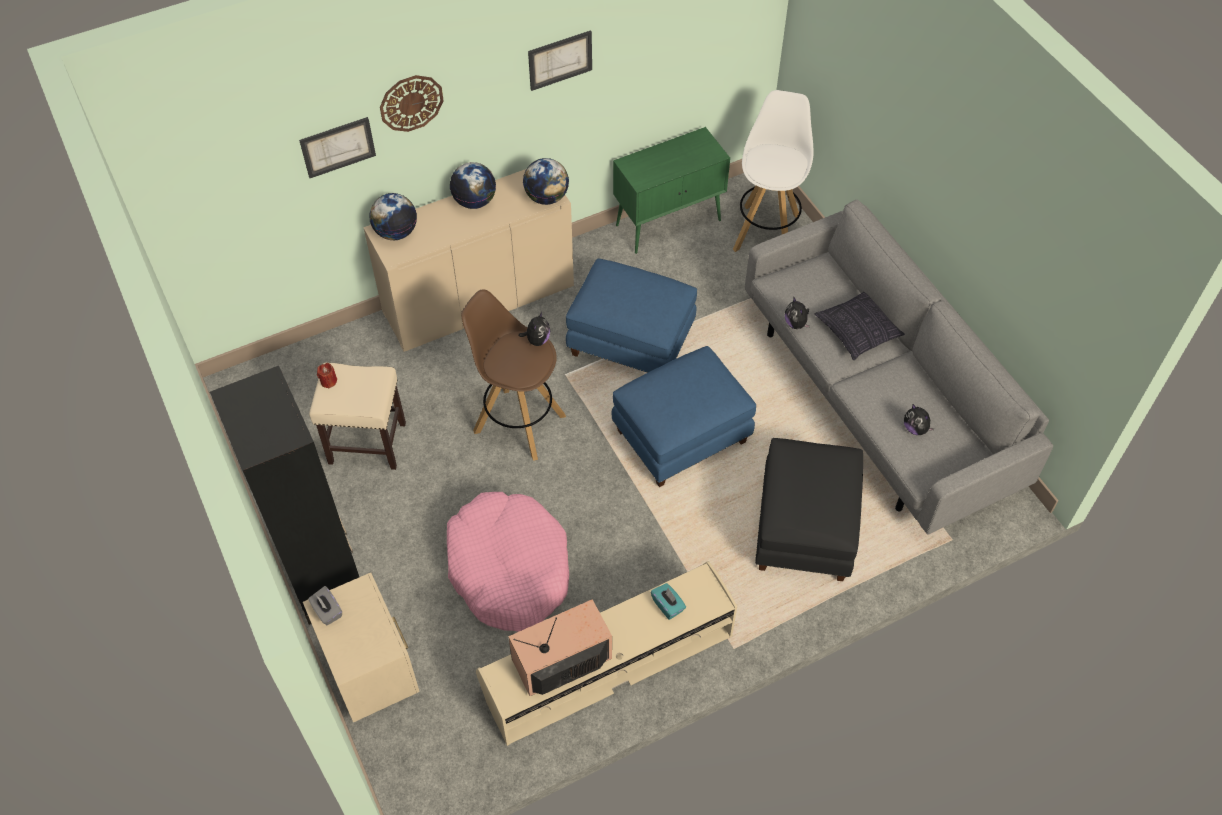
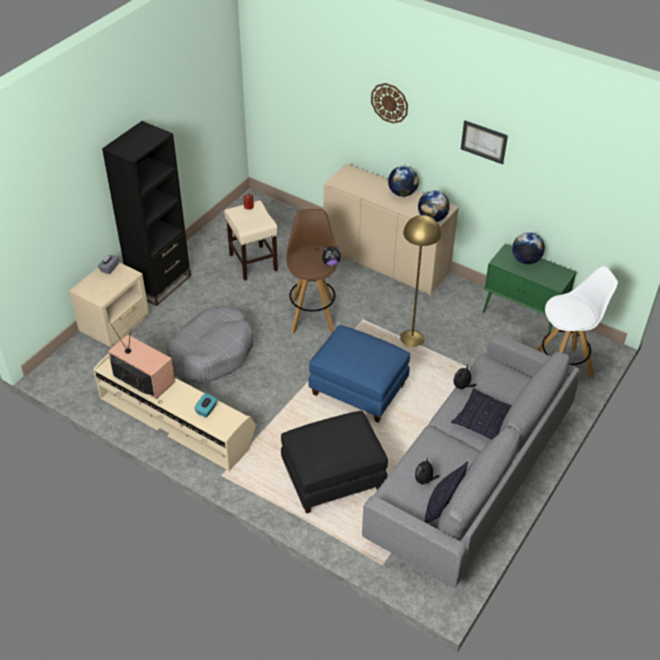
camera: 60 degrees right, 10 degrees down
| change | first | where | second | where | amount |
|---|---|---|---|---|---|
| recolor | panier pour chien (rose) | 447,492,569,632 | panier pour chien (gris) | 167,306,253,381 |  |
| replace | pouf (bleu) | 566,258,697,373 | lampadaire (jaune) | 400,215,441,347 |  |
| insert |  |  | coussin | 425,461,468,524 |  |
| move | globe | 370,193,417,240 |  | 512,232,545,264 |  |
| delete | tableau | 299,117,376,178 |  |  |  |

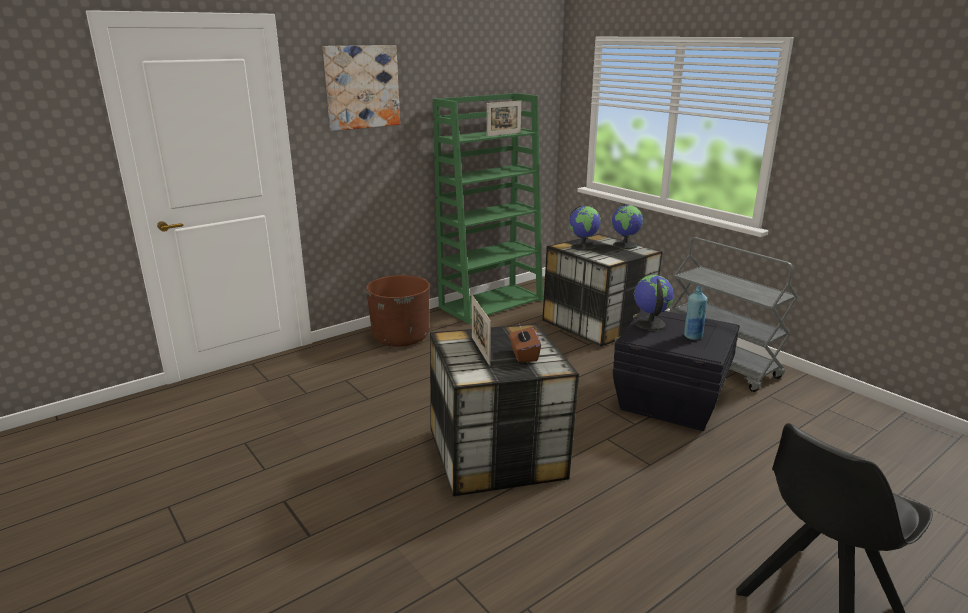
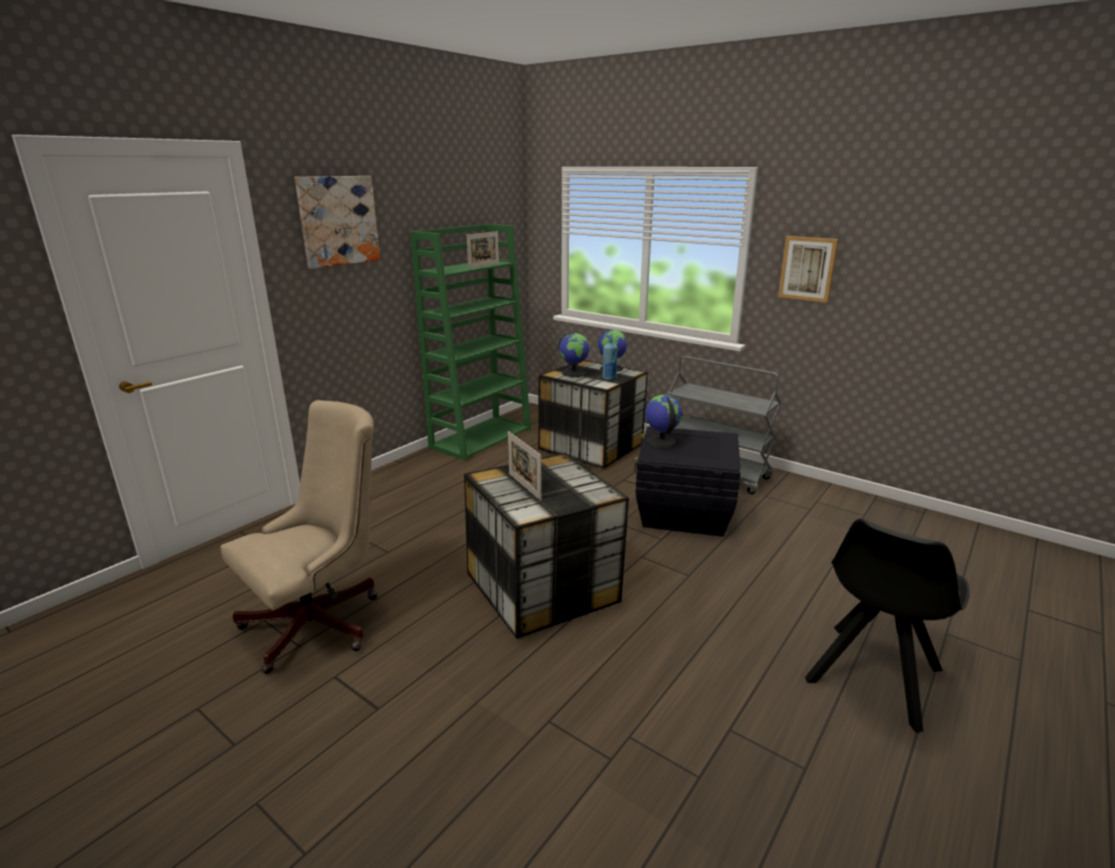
camera: 15 degrees left, 0 degrees up
| change | first | where | second | where | amount |
|---|---|---|---|---|---|
| insert |  |  | chaise de bureau (beige) | 220,400,377,674 |  |
| move | bouteille (bleu) | 684,286,707,340 |  | 603,338,617,381 |  |
| insert |  |  | tableau | 778,236,839,303 |  |
| delete | cache-pot (marron) | 366,275,430,347 |  |  |  |
| delete | boîte à mouchoirs (marron) | 509,326,541,362 |  |  |  |

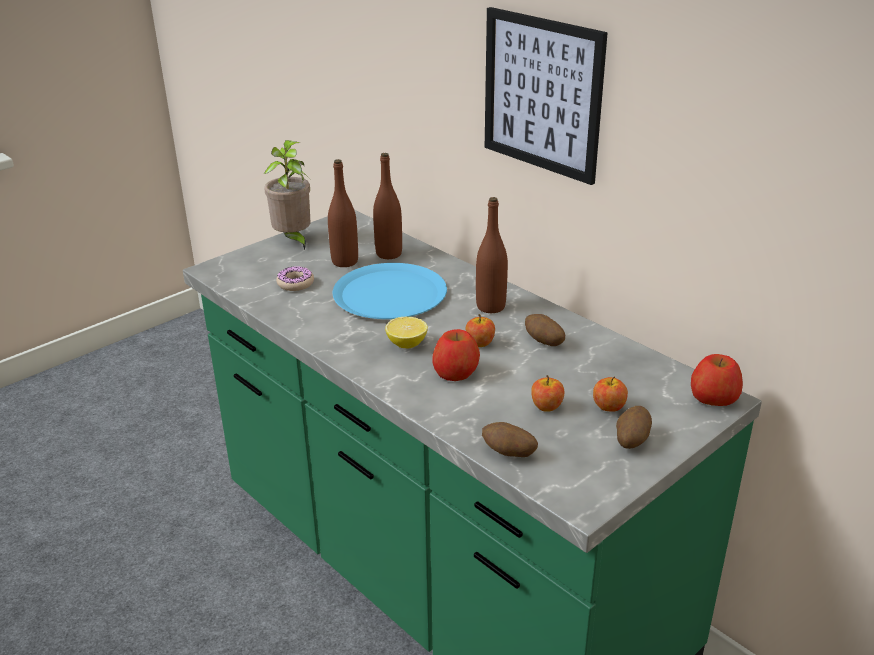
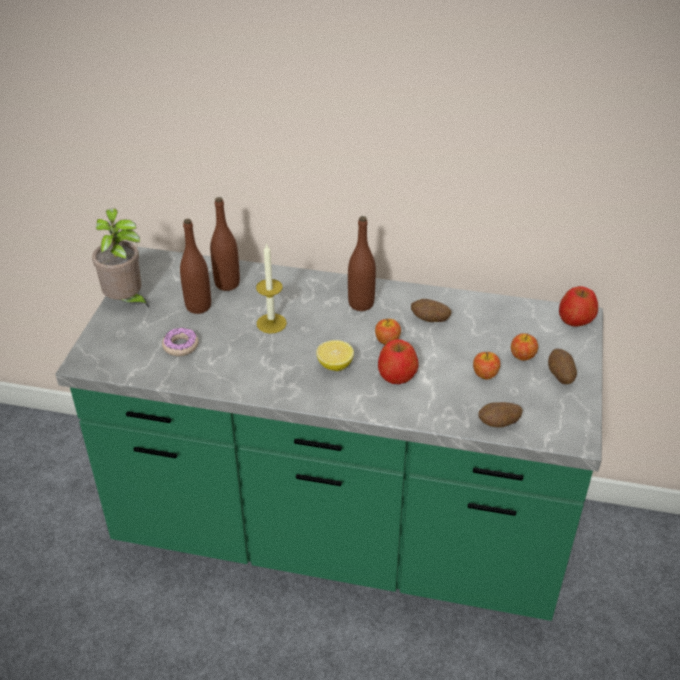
camera: 35 degrees left, 10 degrees up
| change | first | where | second | where | amount |
|---|---|---|---|---|---|
| replace | assiette (bleu) | 333,263,447,319 | bougie | 256,243,287,334 |  |
| delete | tableau | 485,7,608,185 |  |  |  |

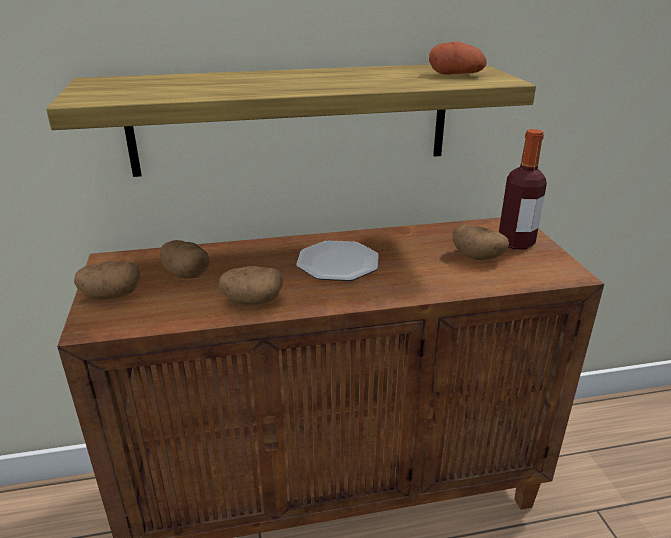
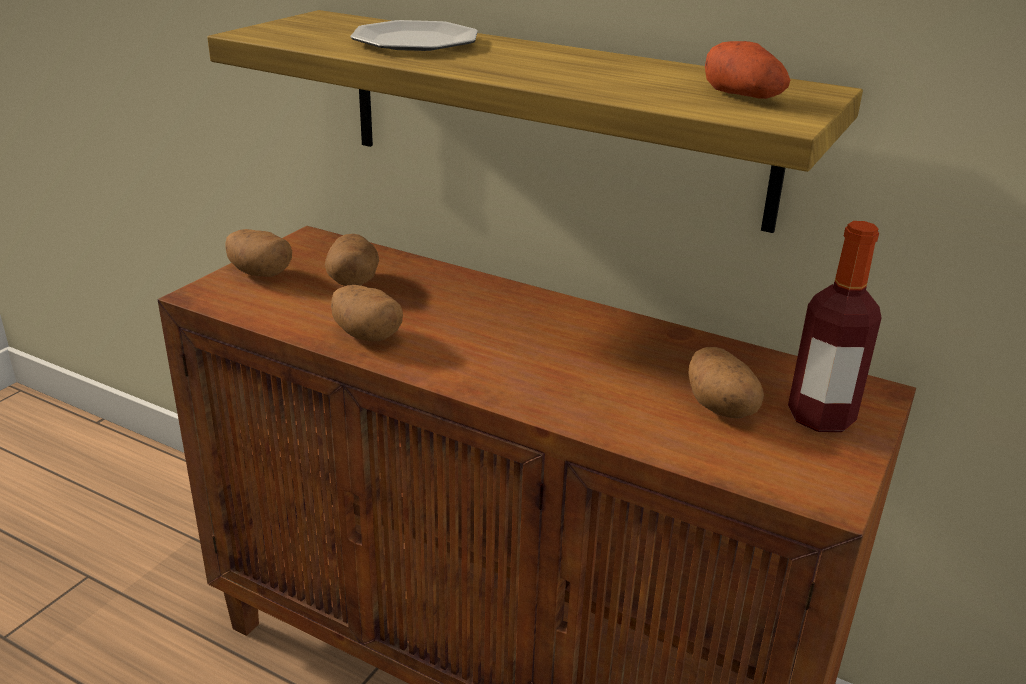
camera: 40 degrees right, 0 degrees up
| change | first | where | second | where | amount |
|---|---|---|---|---|---|
| move | assiette | 296,241,379,281 |  | 350,20,478,51 |  |

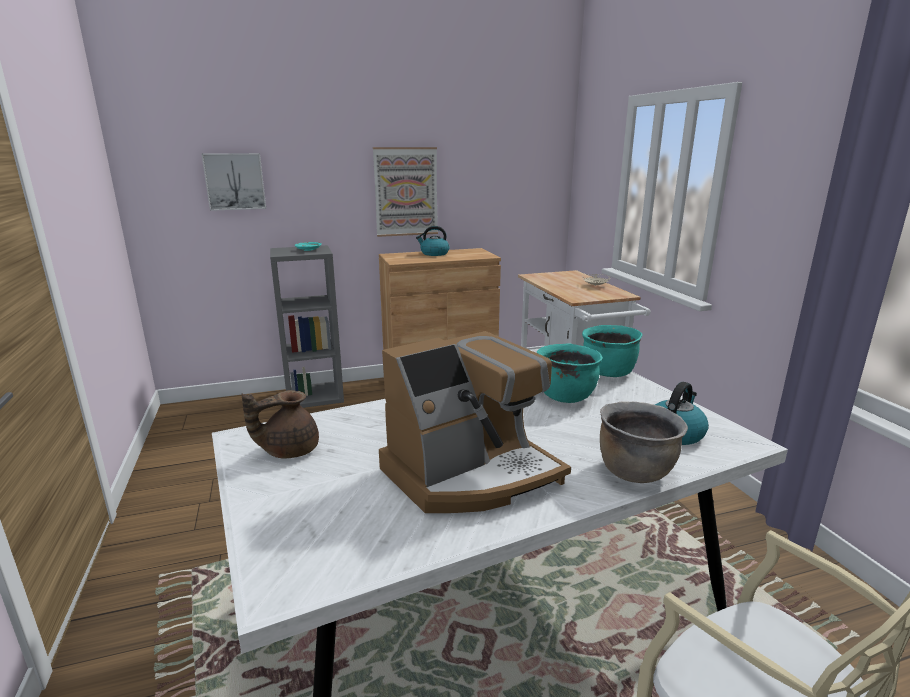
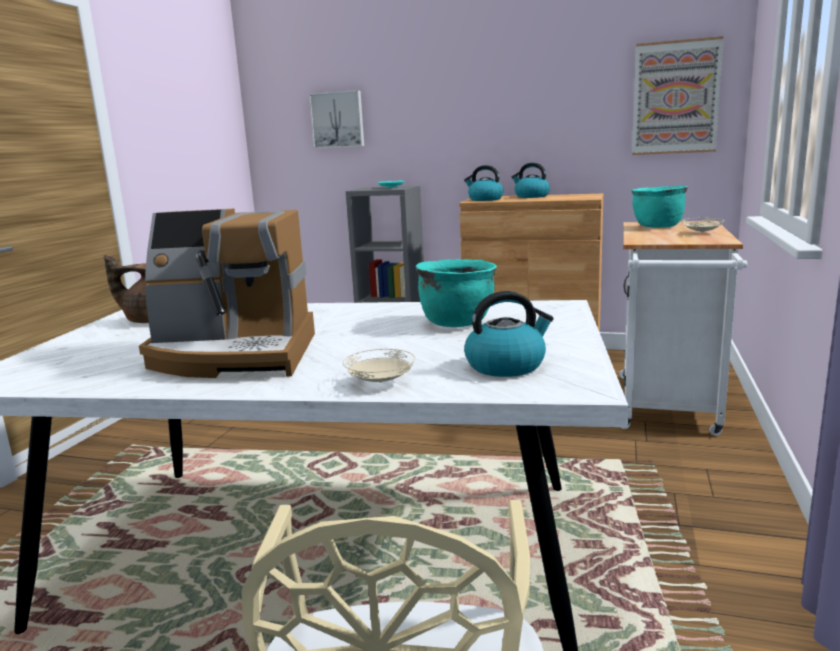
camera: 35 degrees right, 5 degrees down
| change | first | where | second | where | amount |
|---|---|---|---|---|---|
| replace | marmite (marron) | 600,401,688,483 | assiette (beige) | 343,349,415,383 |  |
| insert |  |  | bouilloire | 464,165,503,201 |  |
| move | marmite (turquoise) | 582,325,643,377 |  | 631,186,688,228 |  |
| move | tableau | 373,147,438,237 |  | 632,36,724,155 |  |

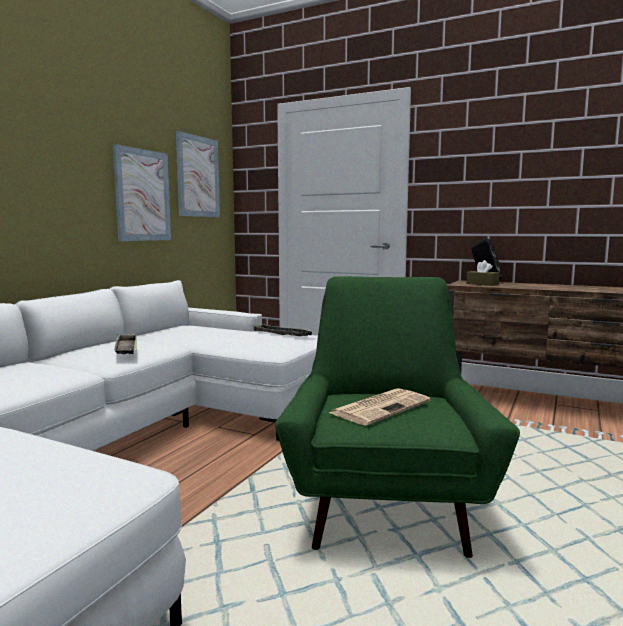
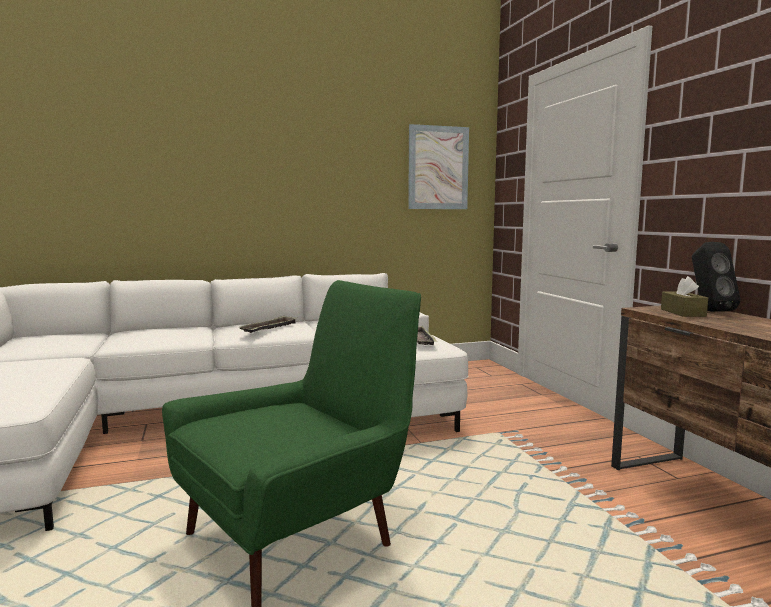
camera: 45 degrees right, 0 degrees up
| change | first | where | second | where | amount |
|---|---|---|---|---|---|
| delete | tableau | 113,144,171,241 |  |  |  |
| delete | journal | 329,388,431,426 |  |  |  |

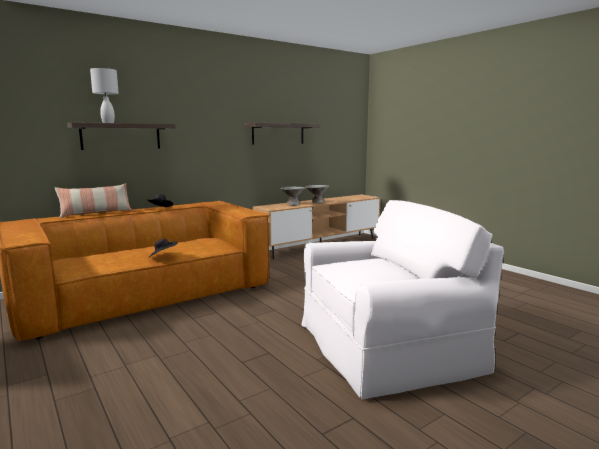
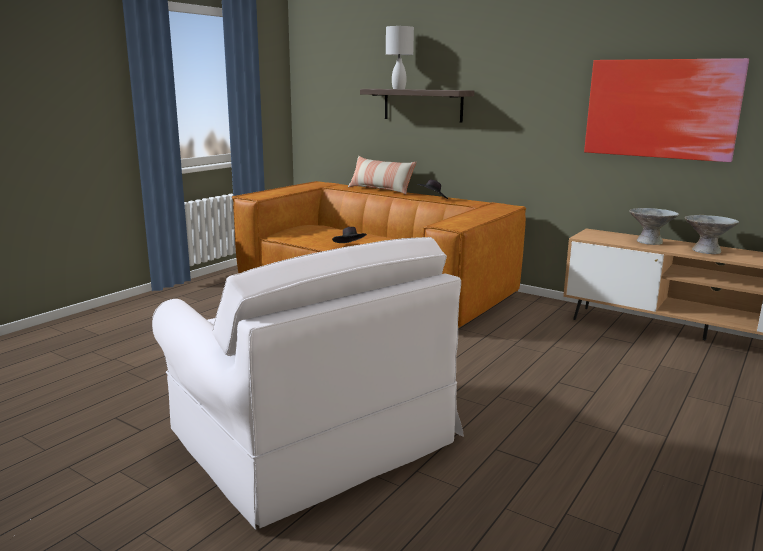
camera: 70 degrees right, 5 degrees up
| change | first | where | second | where | amount |
|---|---|---|---|---|---|
| replace | étagère | 245,123,320,145 | tableau | 584,58,749,162 |  |

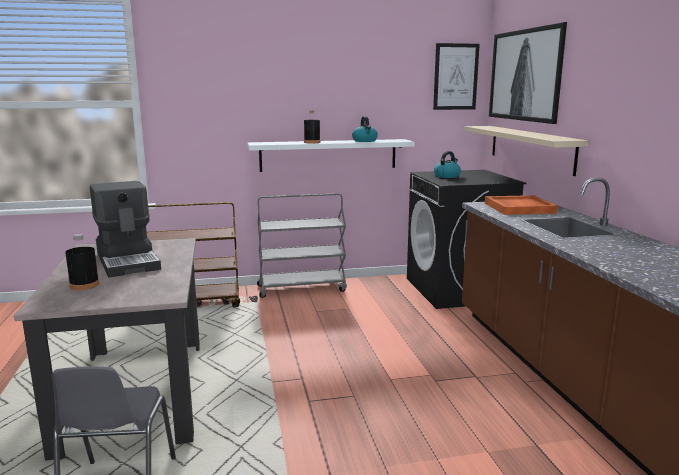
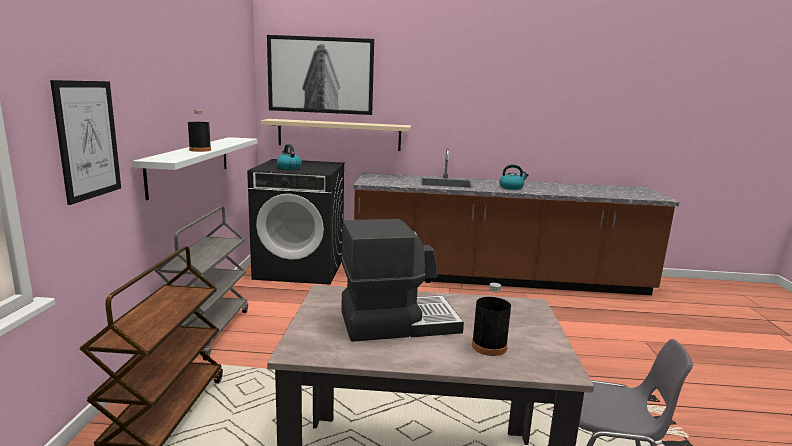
camera: 75 degrees left, 0 degrees up
| change | first | where | second | where | amount |
|---|---|---|---|---|---|
| move | tableau | 433,43,480,110 |  | 50,80,121,205 |  |
| move | bouilloire | 352,116,378,142 |  | 499,164,529,190 |  |
| delete | plateau (orange) | 485,195,558,215 |  |  |  |

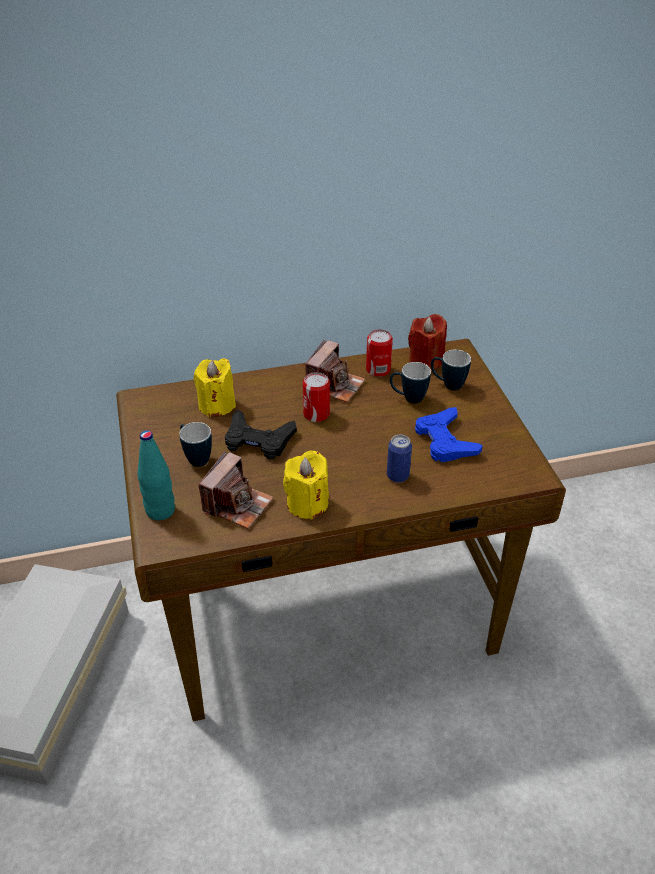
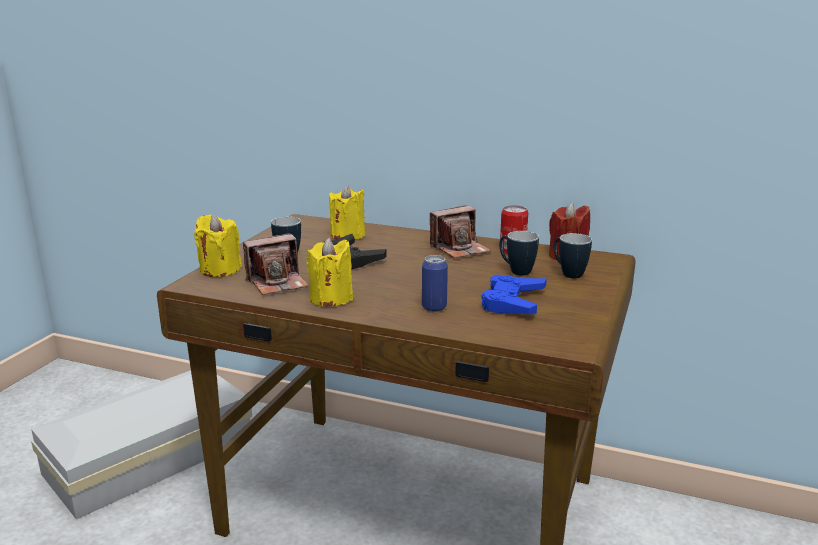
camera: 35 degrees right, 20 degrees down
| change | first | where | second | where | amount |
|---|---|---|---|---|---|
| replace | bouteille (turquoise) | 137,430,175,520 | bougie (jaune) | 194,215,242,277 |  |
| delete | boîte métallique | 303,372,330,422 |  |  |  |

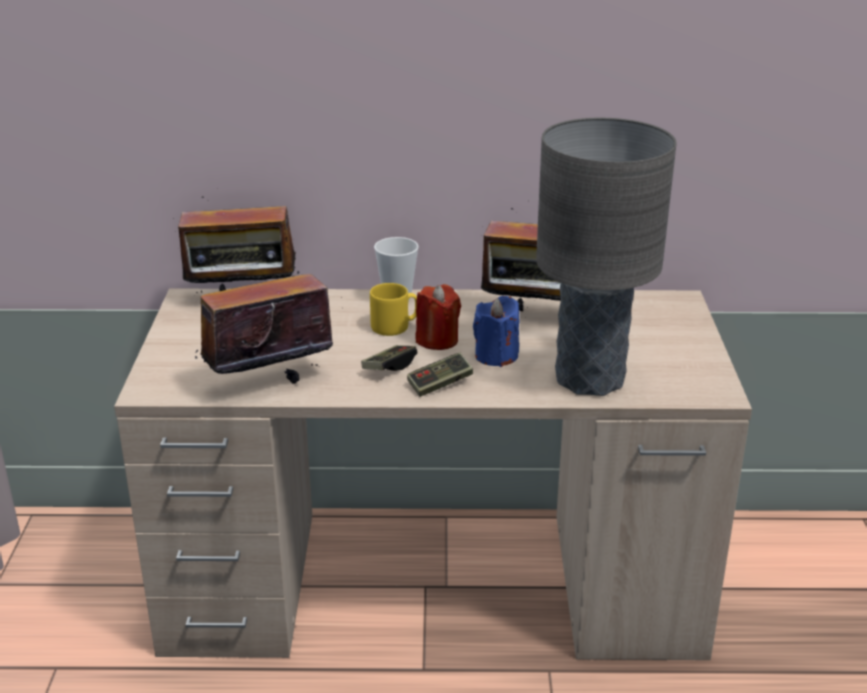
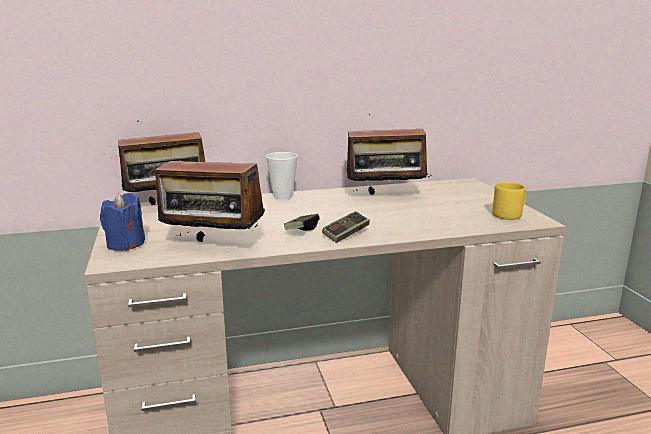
camera: 15 degrees left, 10 degrees down
| change | first | where | second | where | amount |
|---|---|---|---|---|---|
| move | bougie (bleu) | 473,296,519,367 |  | 100,193,145,251 |  |
| rotate | radio | 195,249,343,383 |  | 155,142,265,242 | 120 degrees counterclockwise |
| move | mug (jaune) | 370,283,417,336 |  | 492,182,526,220 |  |
| delete | bougie (rouge) | 416,284,461,350 |  |  |  |
| delete | lampe de table (gris) | 536,118,676,396 |  |  |  |

